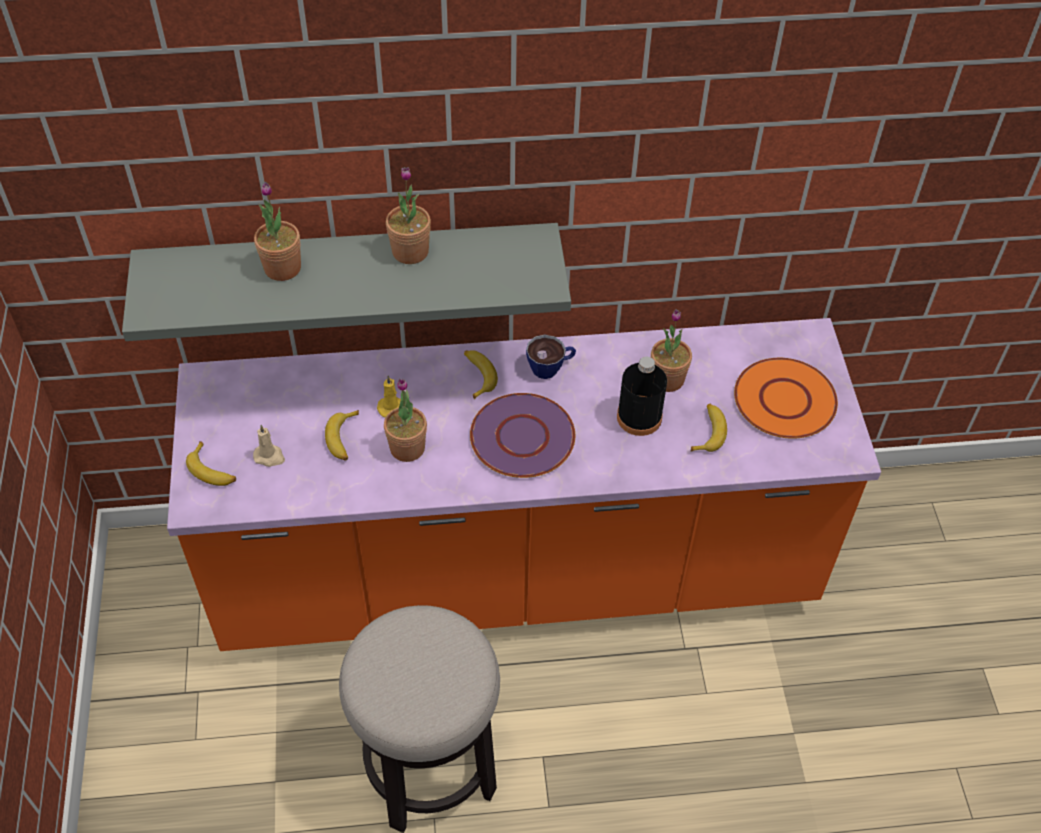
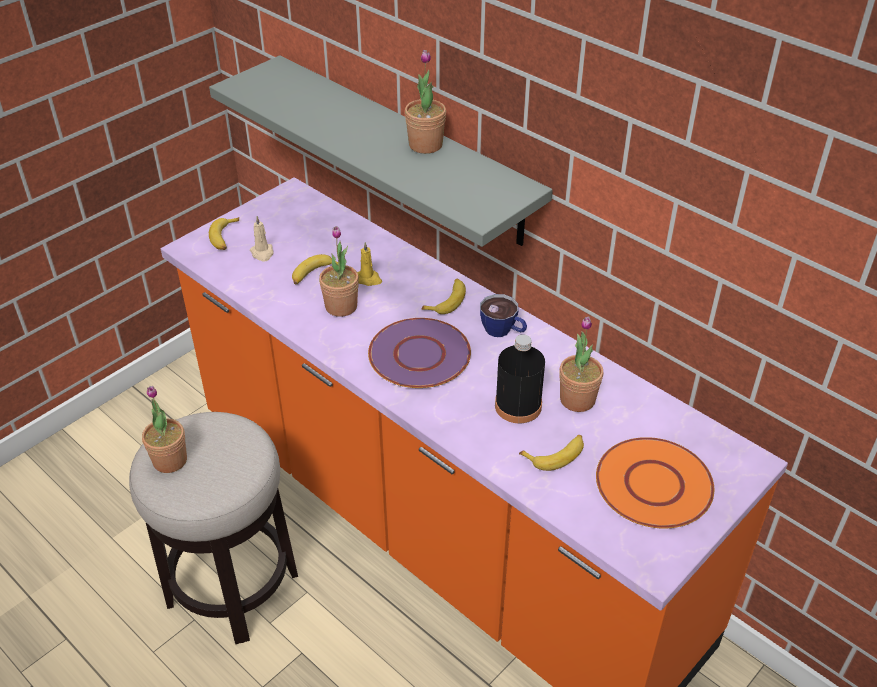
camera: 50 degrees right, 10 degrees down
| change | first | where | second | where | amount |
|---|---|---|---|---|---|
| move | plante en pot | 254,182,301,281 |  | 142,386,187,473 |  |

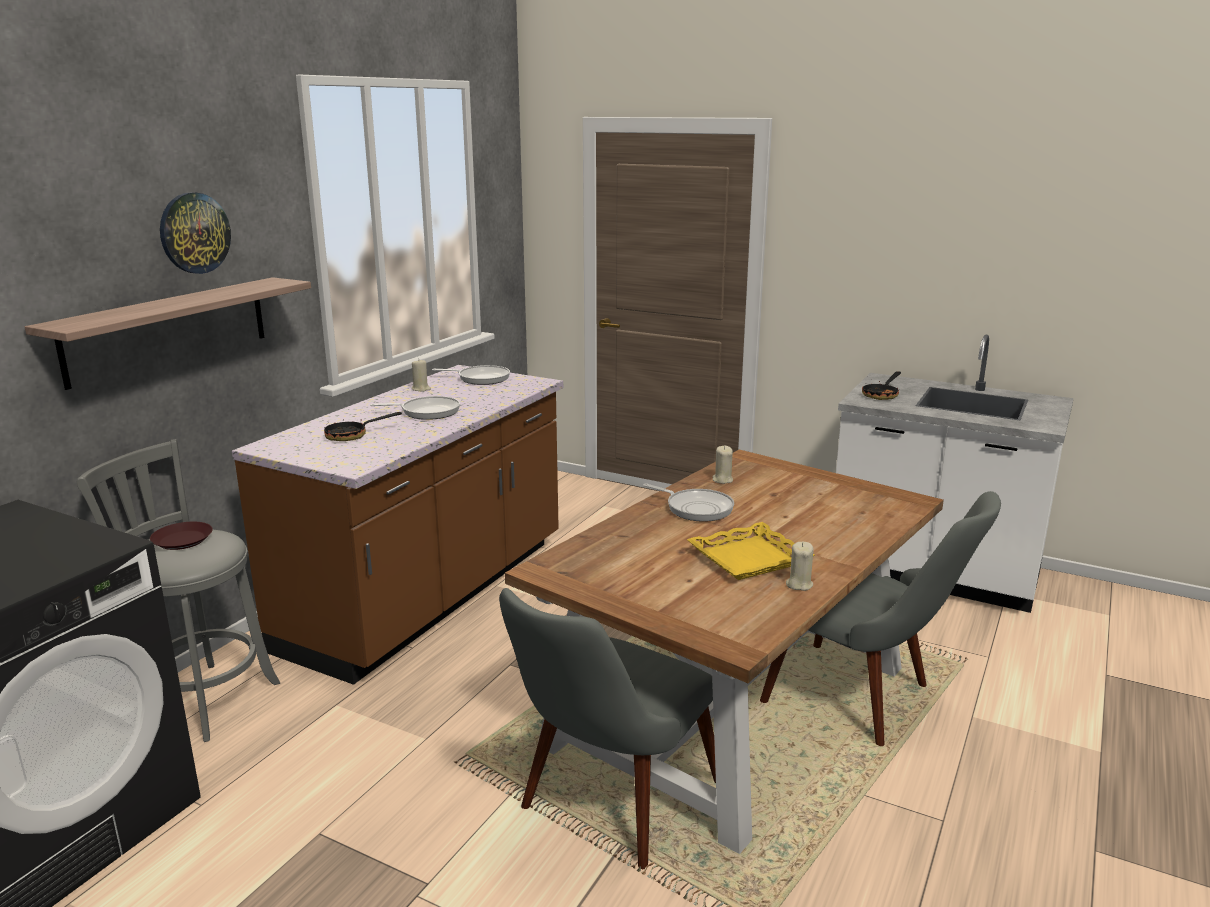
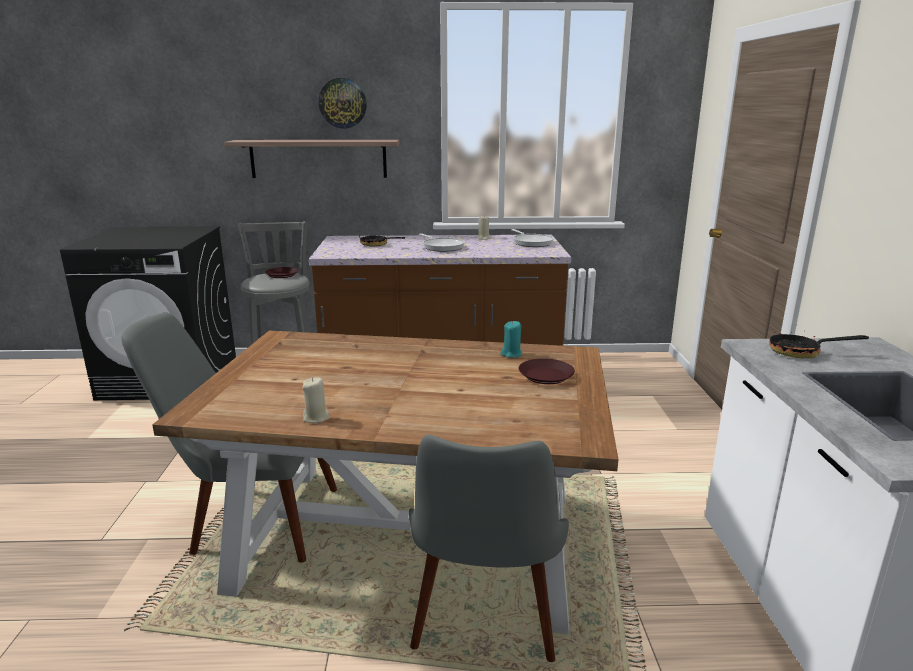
camera: 60 degrees right, 0 degrees up
| change | first | where | second | where | amount |
|---|---|---|---|---|---|
| recolor | bougie (beige) | 713,446,733,484 | bougie (turquoise) | 501,321,522,358 |  |
| insert |  |  | assiette (marron) | 519,358,575,384 |  |
| delete | poêle | 643,483,734,522 |  |  |  |
| delete | plateau (jaune) | 687,522,815,580 |  |  |  |

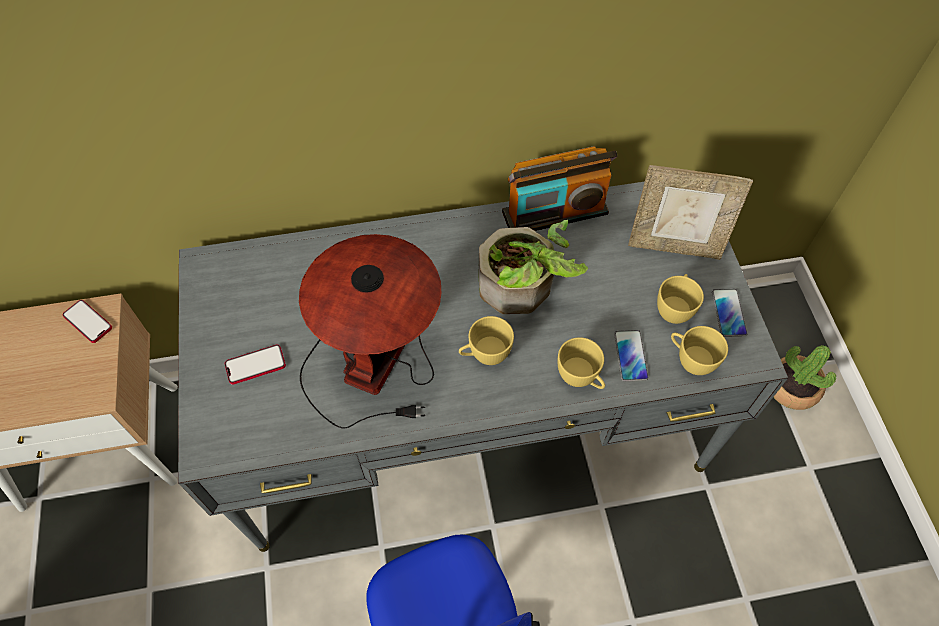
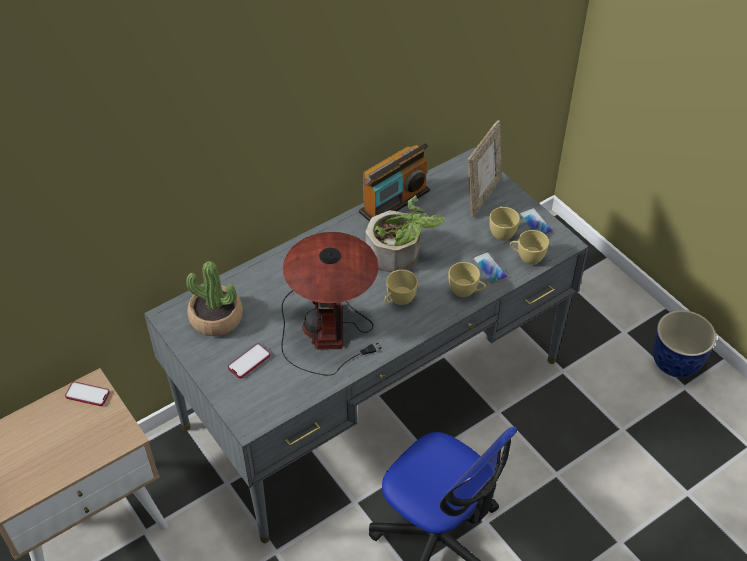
camera: 25 degrees left, 10 degrees down
| change | first | where | second | where | amount |
|---|---|---|---|---|---|
| move | plante en pot | 773,345,836,410 |  | 186,261,243,336 |  |
| rotate | cadre photo | 628,165,753,260 |  | 467,120,502,218 | 45 degrees counterclockwise |
| insert |  |  | cache-pot | 653,310,716,378 |  |

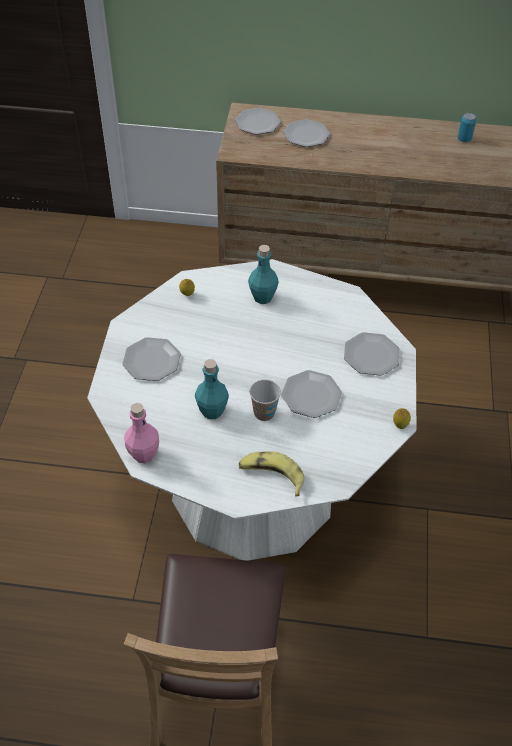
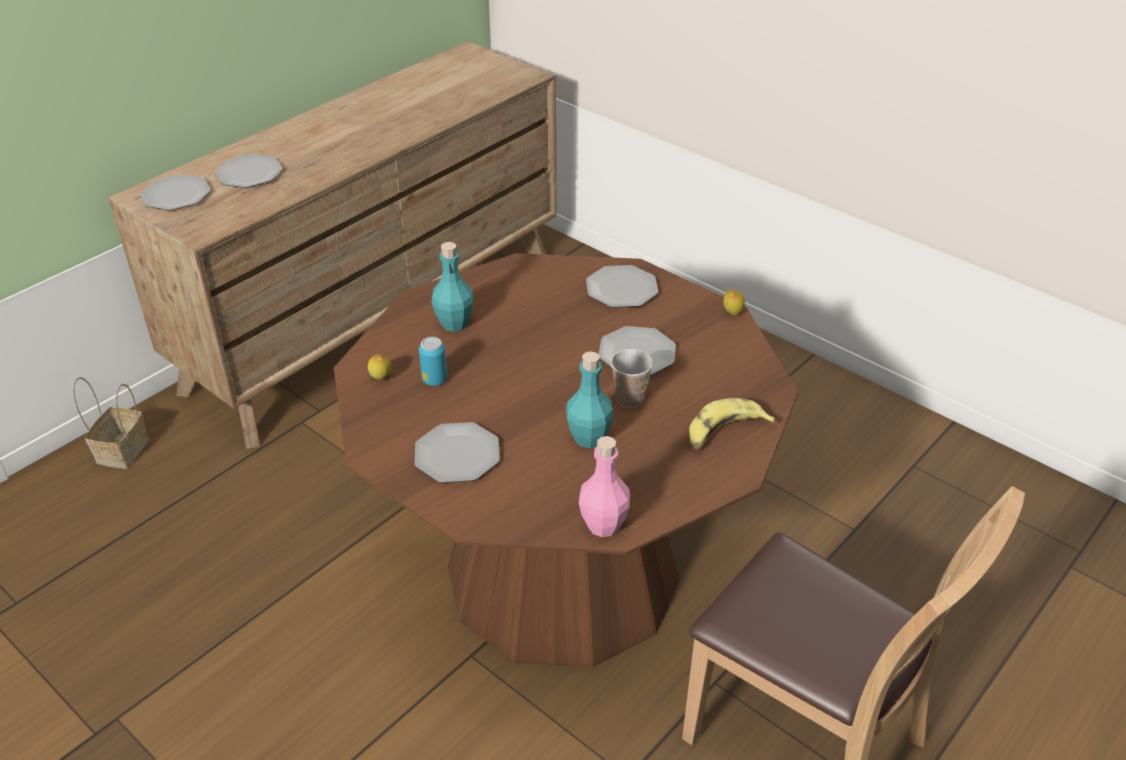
camera: 55 degrees left, 10 degrees down
| change | first | where | second | where | amount |
|---|---|---|---|---|---|
| insert |  |  | panier | 73,377,148,469 |  |
| recolor | table à manger (blanc) | 87,259,416,561 | table à manger (marron) | 334,253,798,668 |  |
| move | boîte métallique | 458,113,476,142 |  | 419,337,447,386 |  |

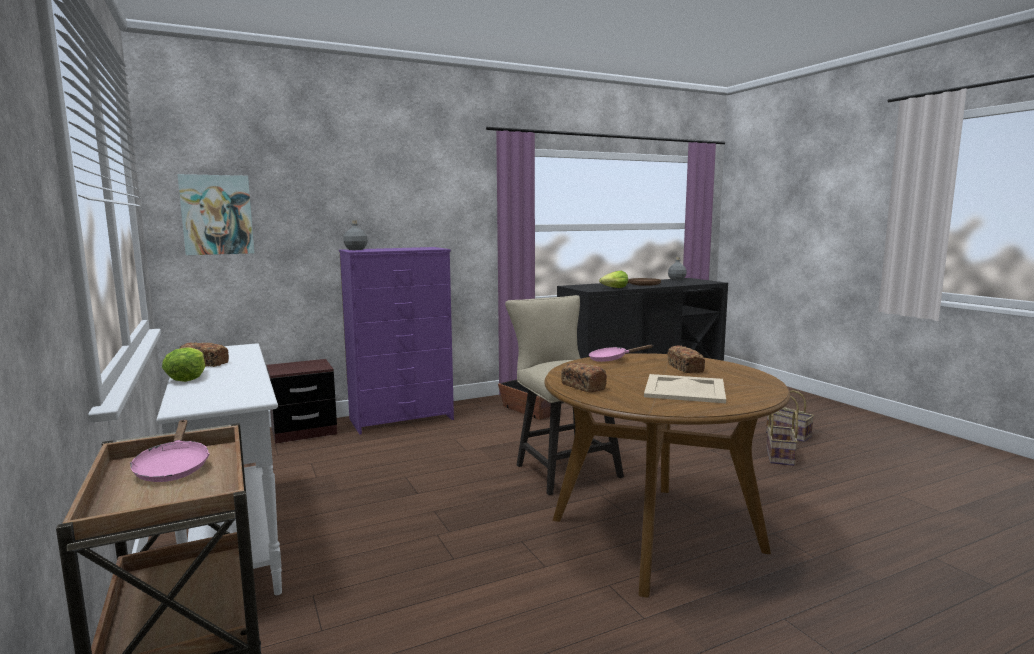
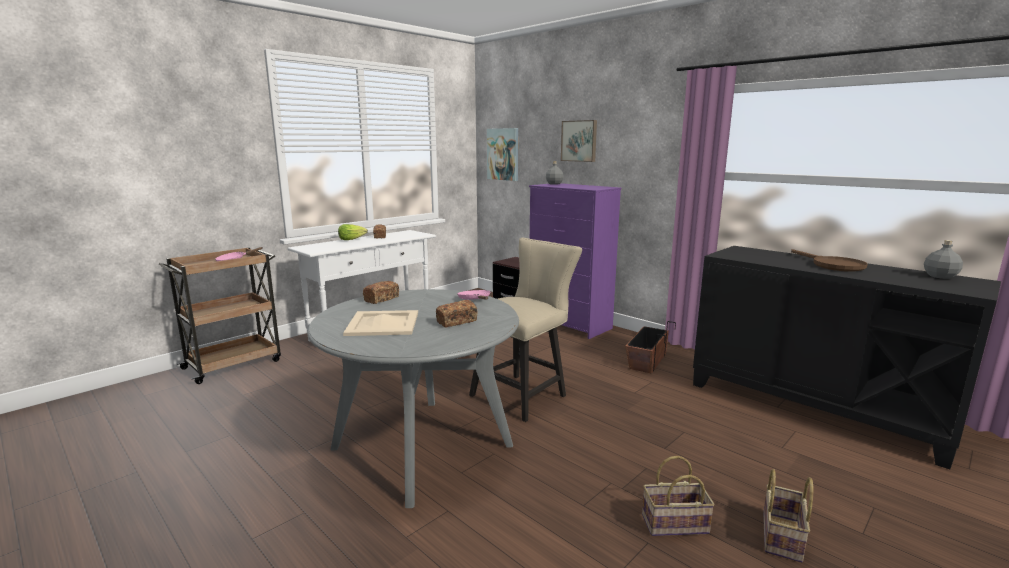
camera: 70 degrees right, 5 degrees up
| change | first | where | second | where | amount |
|---|---|---|---|---|---|
| recolor | table à manger (marron) | 544,353,790,598 | table à manger (gris) | 307,289,519,508 |  |
| insert |  |  | tableau | 561,120,597,162 |  |
| delete | laitue | 599,271,628,288 |  |  |  |

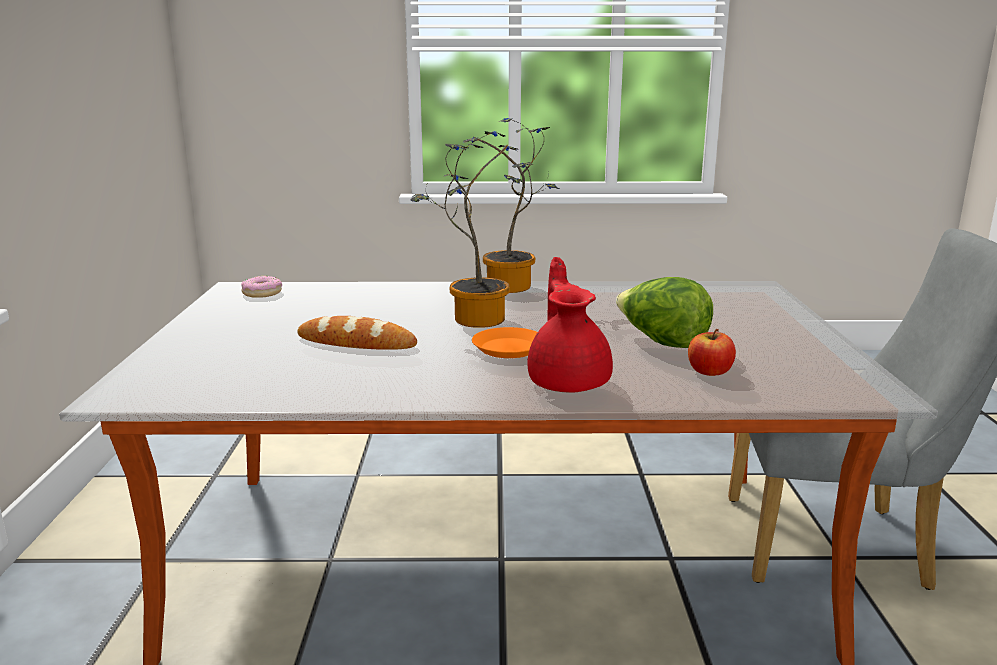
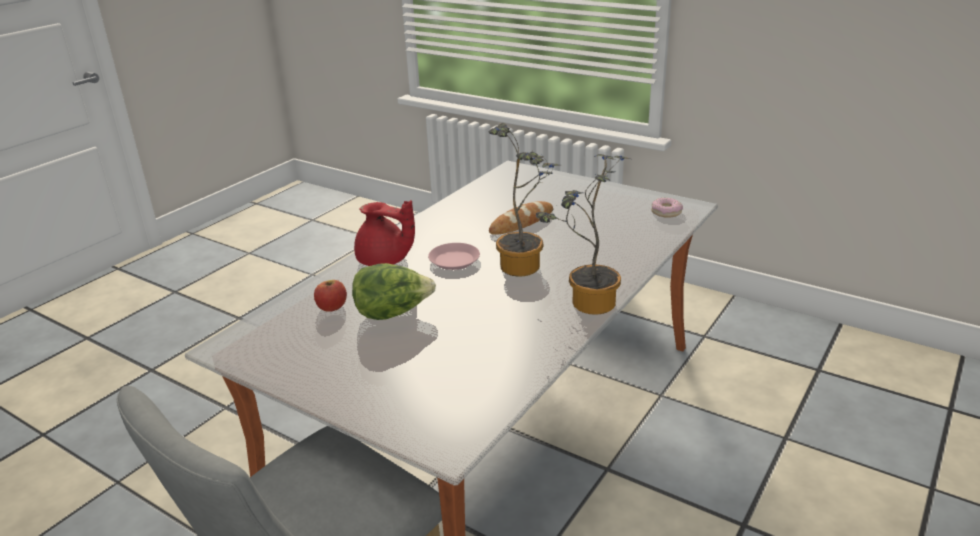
camera: 125 degrees right, 10 degrees up
| change | first | where | second | where | amount |
|---|---|---|---|---|---|
| recolor | assiette (orange) | 472,327,537,358 | assiette (rose) | 428,243,480,270 |  |

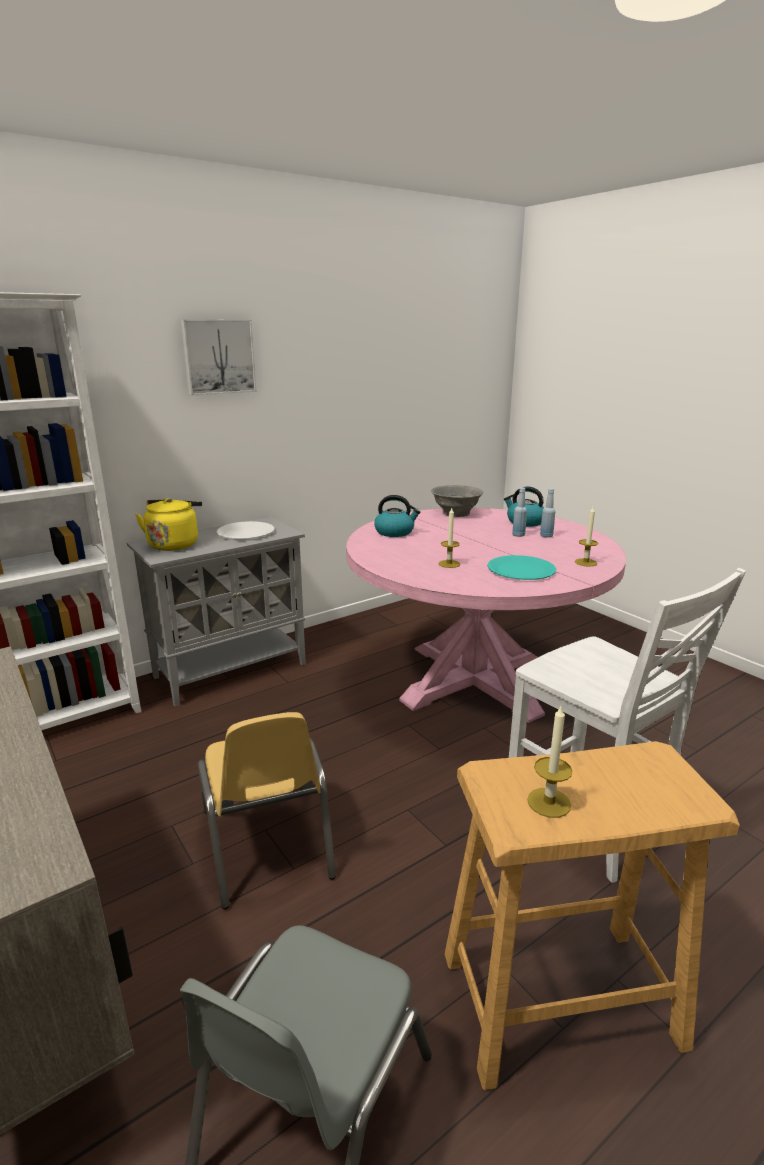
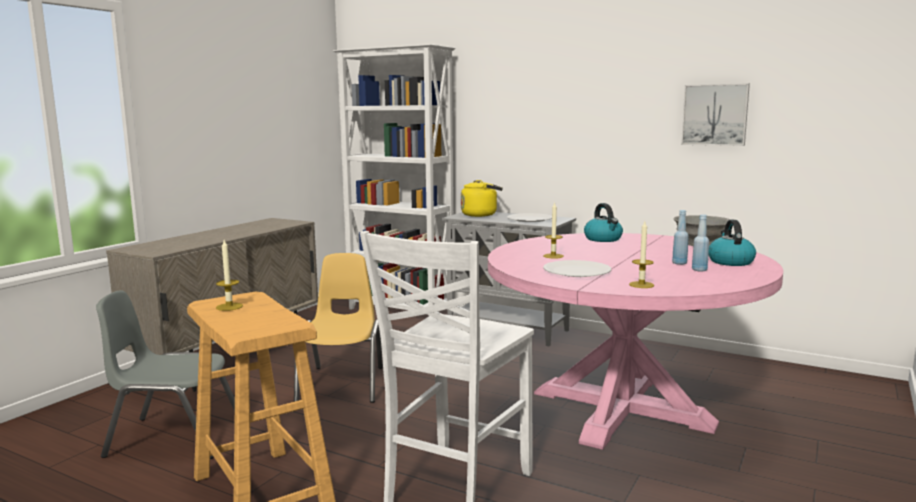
camera: 65 degrees right, 10 degrees down
| change | first | where | second | where | amount |
|---|---|---|---|---|---|
| rotate | chaise (jaune) | 198,712,336,909 |  | 294,253,383,403 | 135 degrees clockwise |
| recolor | assiette (turquoise) | 487,555,556,580 | assiette (blanc) | 543,260,611,277 |  |
| move | tableau | 180,319,256,396 |  | 681,83,750,146 |  |

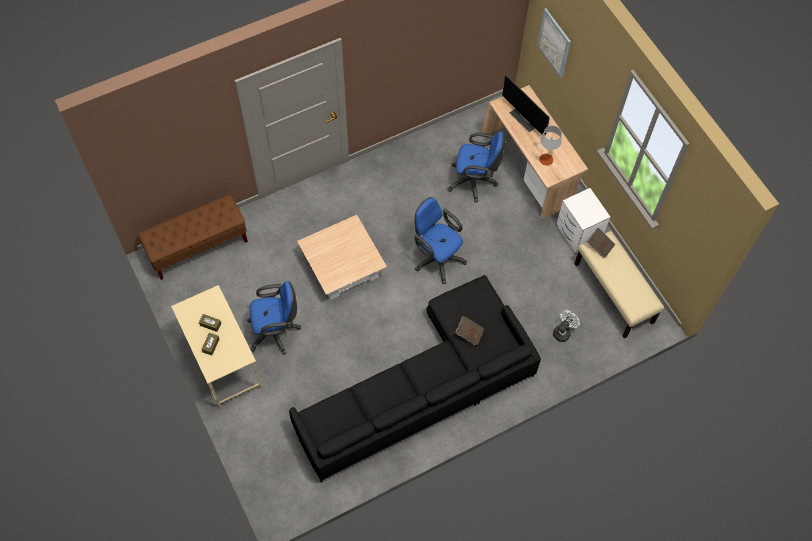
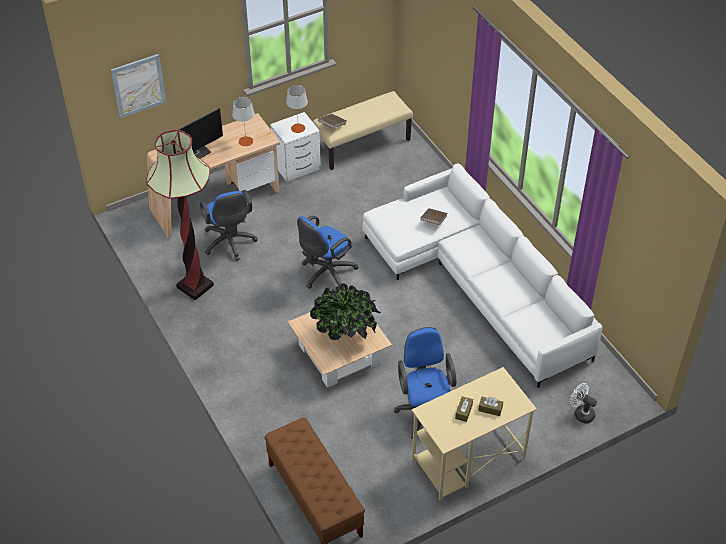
camera: 90 degrees left, 15 degrees down
| change | first | where | second | where | amount |
|---|---|---|---|---|---|
| insert |  |  | lampadaire | 146,130,214,300 |  |
| rotate | chaise de bureau (bleu) | 447,132,505,202 |  | 200,190,258,261 | 150 degrees clockwise |
| insert |  |  | lampe de table (gris) | 286,85,308,133 |  |
| insert |  |  | plante en pot | 310,283,381,340 |  |
| recolor | canapé (noir) | 289,275,541,483 | canapé (blanc) | 362,163,603,388 |  |
| move | ventilateur (blanc) | 553,310,580,342 |  | 570,383,597,423 |  |

